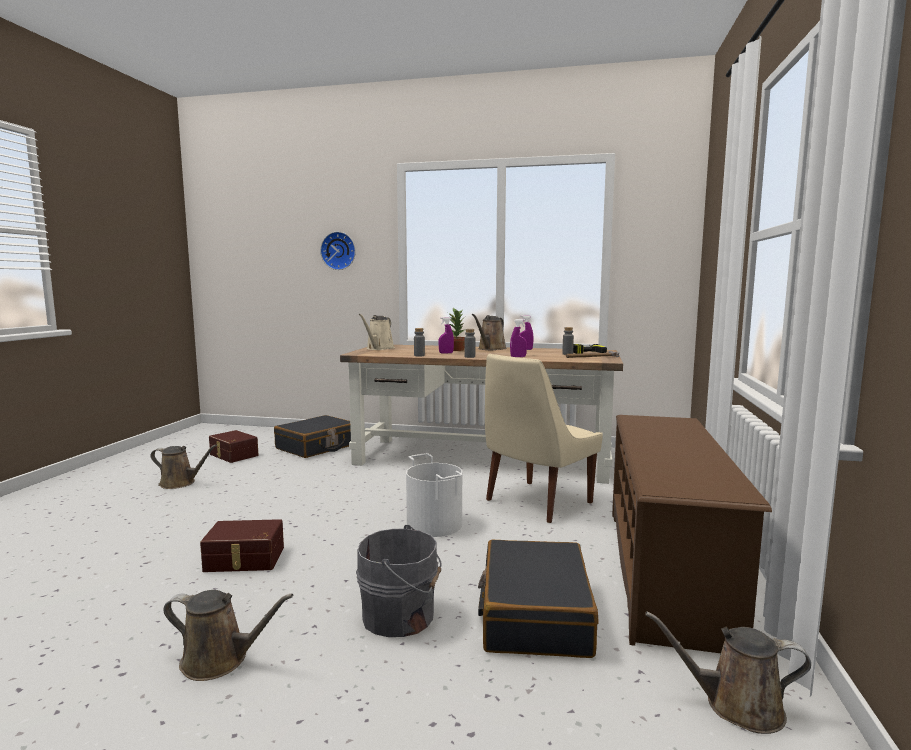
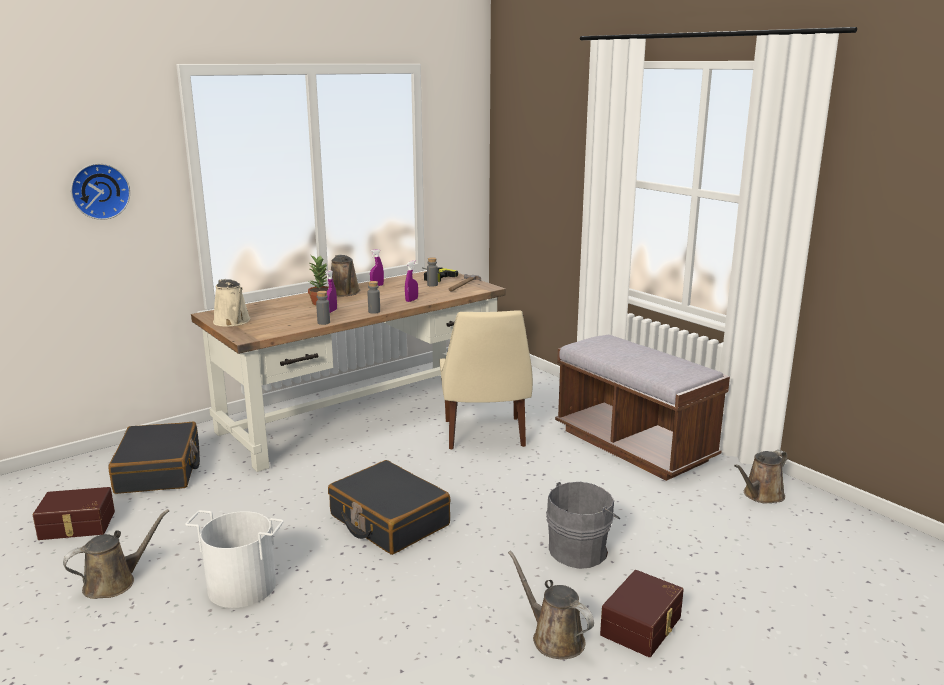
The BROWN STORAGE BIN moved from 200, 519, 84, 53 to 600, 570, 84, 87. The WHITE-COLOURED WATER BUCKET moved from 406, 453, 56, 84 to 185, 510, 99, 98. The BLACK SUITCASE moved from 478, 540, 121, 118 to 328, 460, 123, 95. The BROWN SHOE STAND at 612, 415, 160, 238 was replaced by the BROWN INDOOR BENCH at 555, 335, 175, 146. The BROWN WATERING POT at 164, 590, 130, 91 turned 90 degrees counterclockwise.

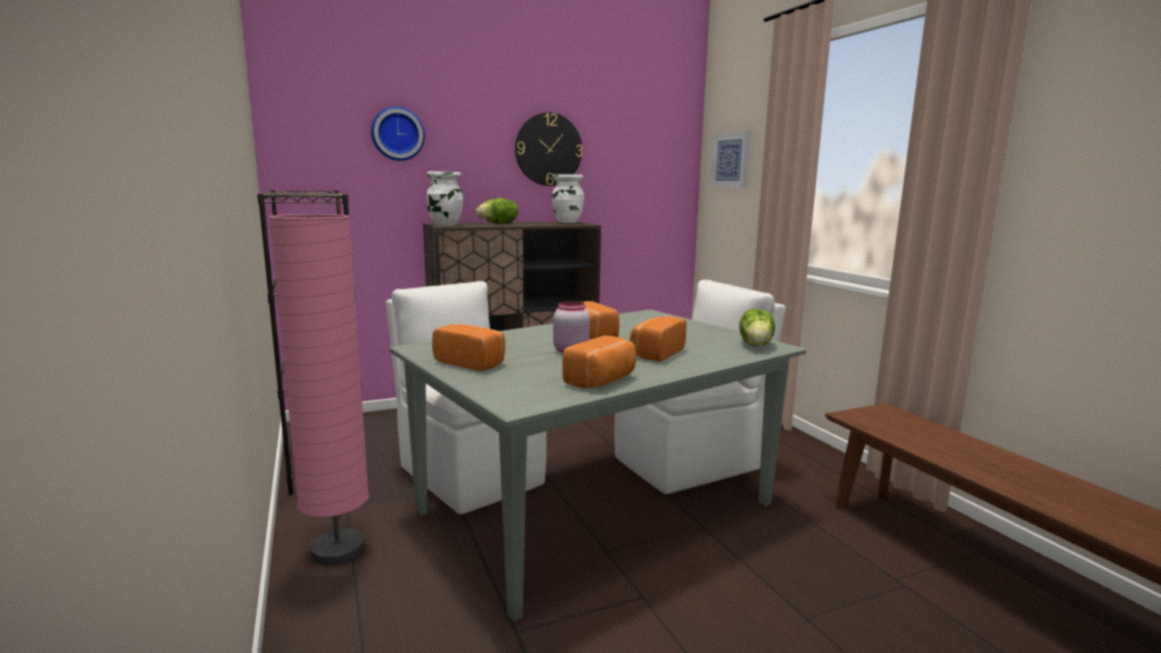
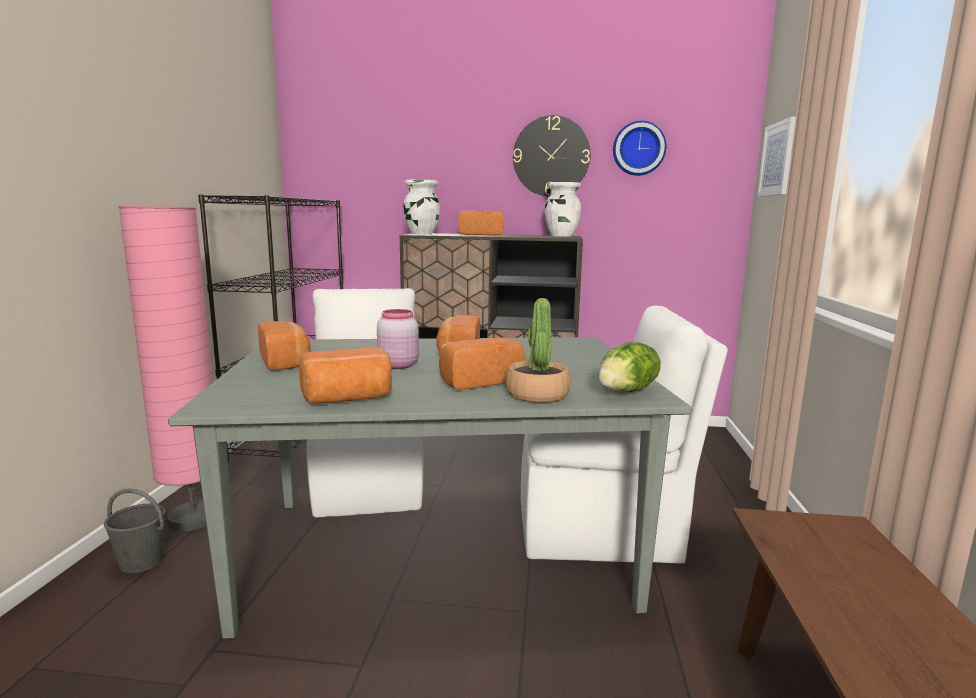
The GREYISH WATER BUCKET at 104, 488, 62, 85 appeared. The POTTED PLANT at 505, 298, 66, 105 appeared. The HANGING CLOCK moved from 371, 107, 54, 54 to 613, 121, 53, 55. The HEAD OF LETTUCE at 476, 198, 42, 26 was replaced by the BAKED BREAD at 458, 210, 46, 25.

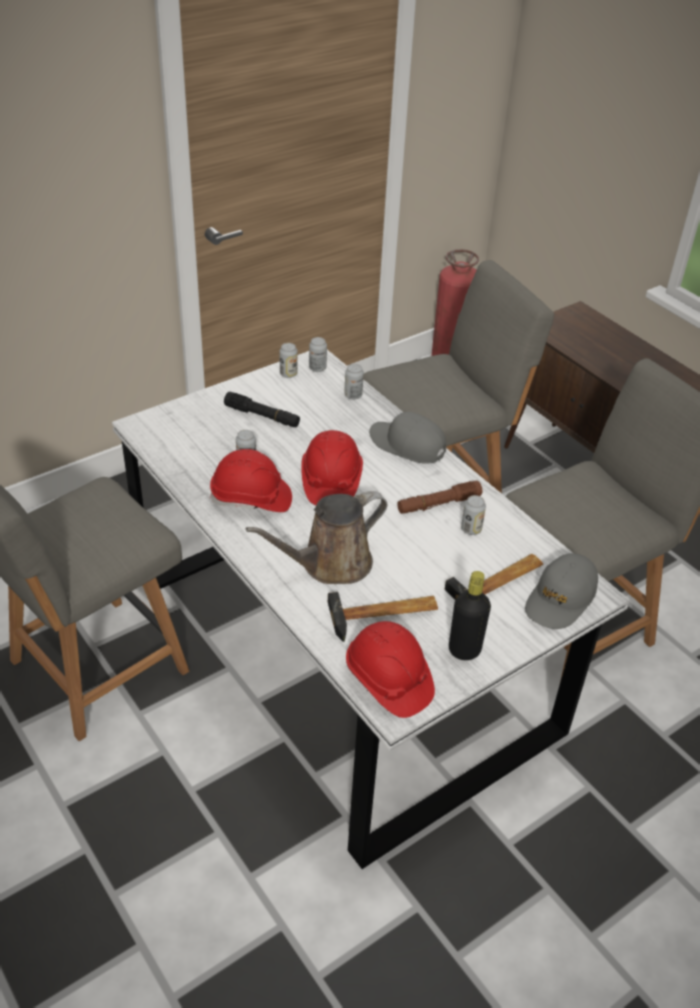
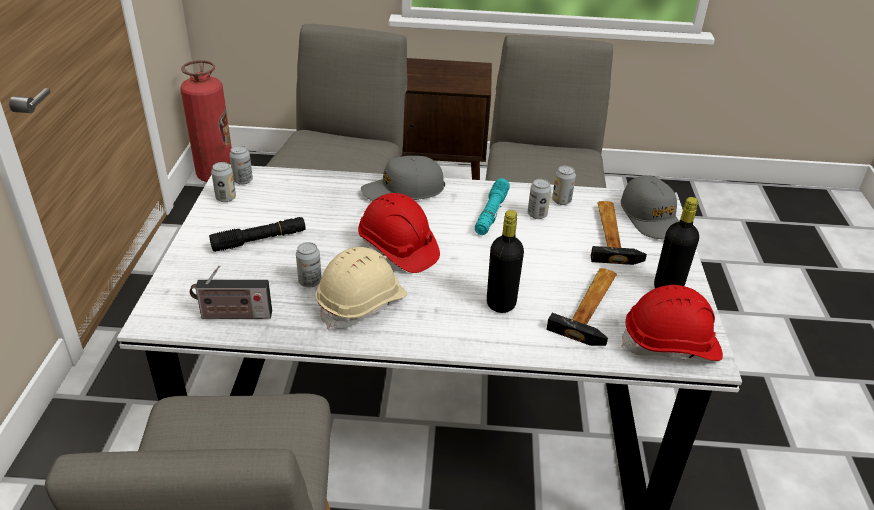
The RADIO at 190, 265, 82, 54 appeared. The METAL CAN moved from 344, 364, 20, 36 to 552, 166, 24, 39. The BROWN WATERING POT at 246, 491, 142, 93 was replaced by the BLACK BOTTLE at 487, 210, 37, 103. The REDDISH HARD HAT at 210, 449, 82, 63 became the BEIGE HARD HAT at 316, 247, 91, 83. The BROWN TORCH at 397, 481, 85, 33 became the TURQUOISE-COLOURED TORCH at 475, 178, 35, 57.

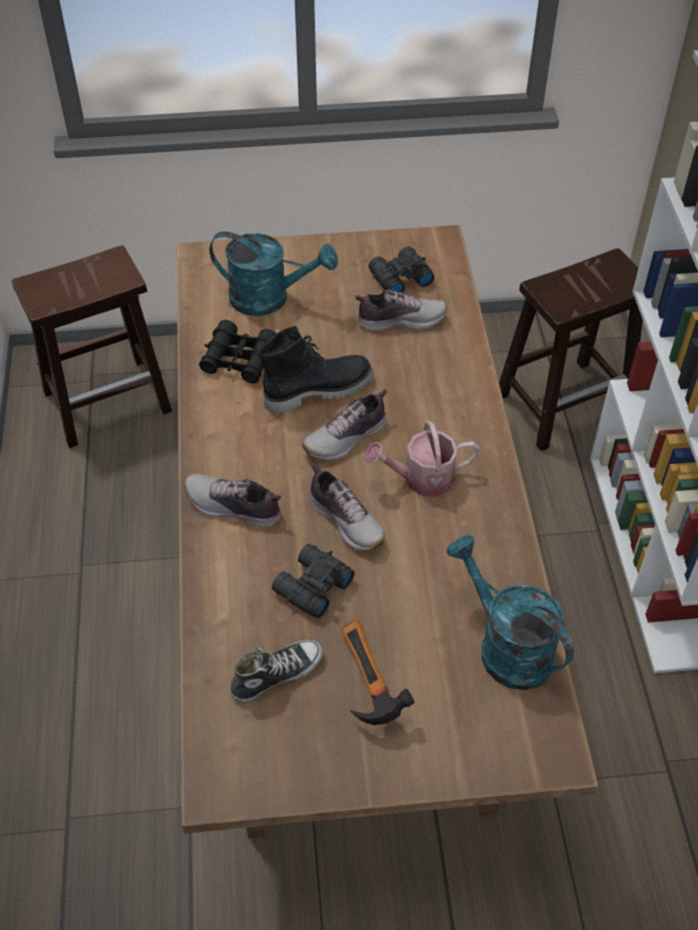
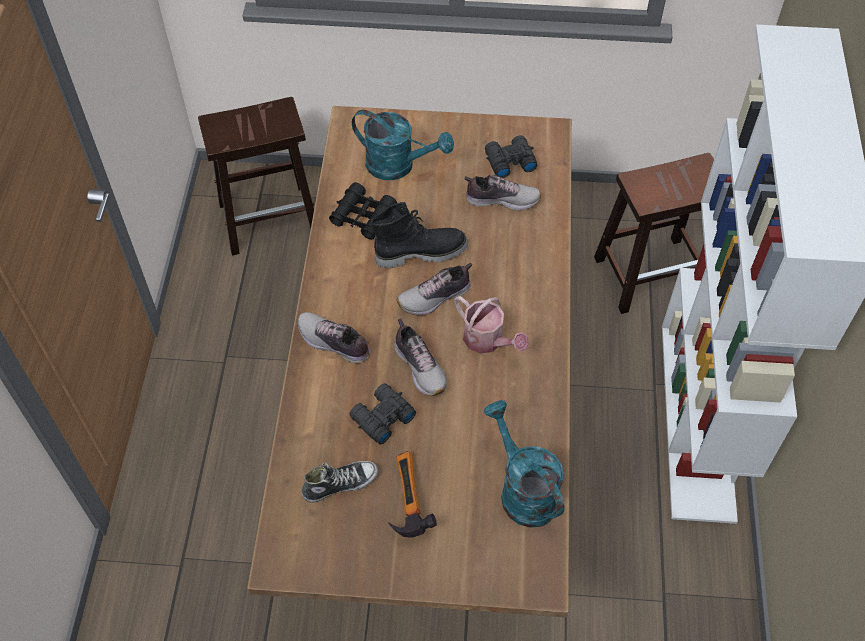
The WATERING POT at 364, 421, 116, 76 turned 135 degrees counterclockwise.

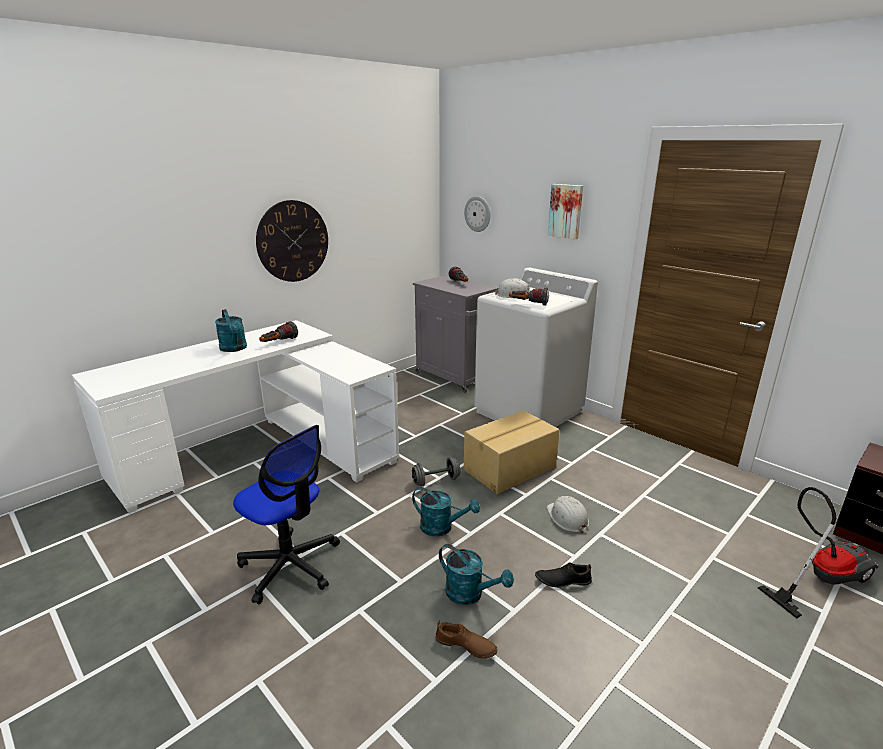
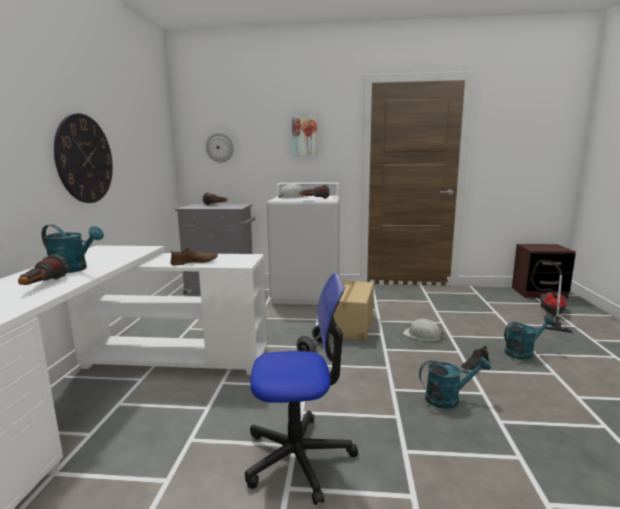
The TORCH moved from 259, 321, 39, 21 to 18, 254, 50, 31. The TURQUOISE-COLOURED WATERING POT moved from 412, 487, 68, 49 to 504, 316, 51, 44. The BROWN SHOE moved from 435, 621, 62, 38 to 170, 248, 48, 17.

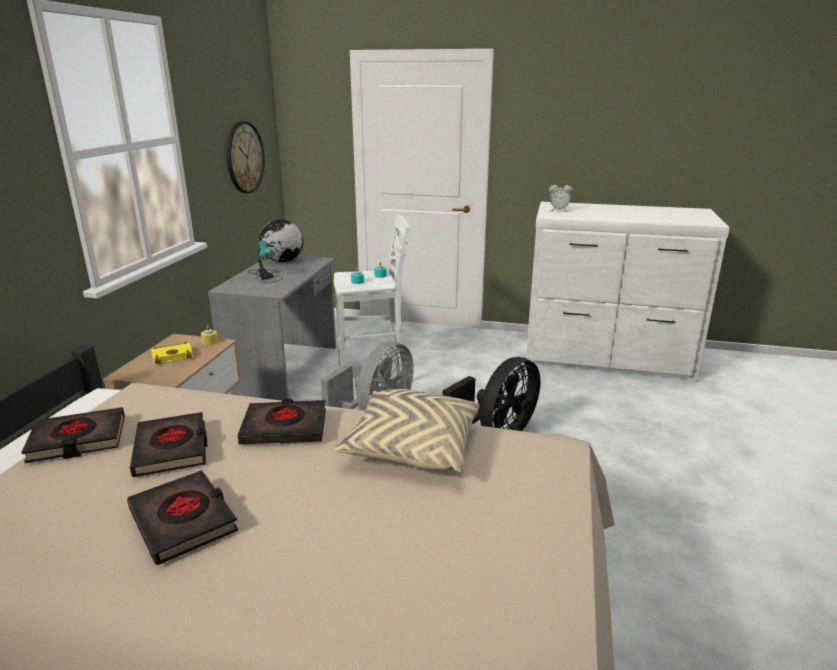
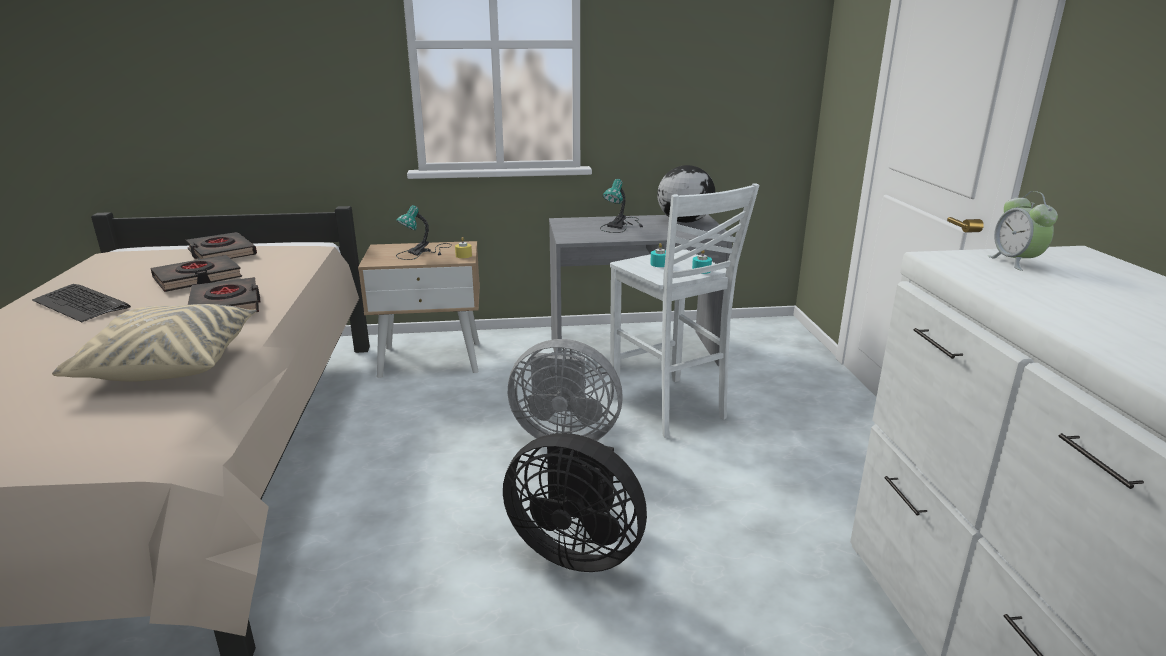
The HANGING CLOCK at 226, 121, 39, 72 disappeared. The BLACK BOUND BOOK at 127, 470, 111, 95 was replaced by the COMPUTER KEYBOARD at 32, 284, 99, 38. The YELLOWISH BOUND BOOK at 151, 342, 42, 23 was replaced by the LAMP FOR A TABLE at 396, 205, 56, 55.

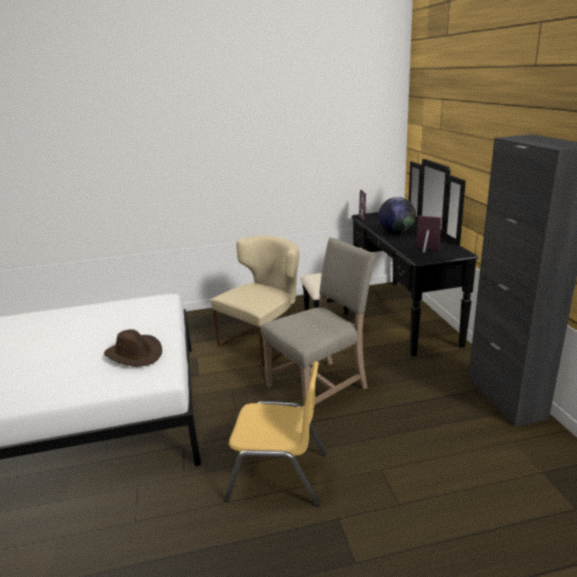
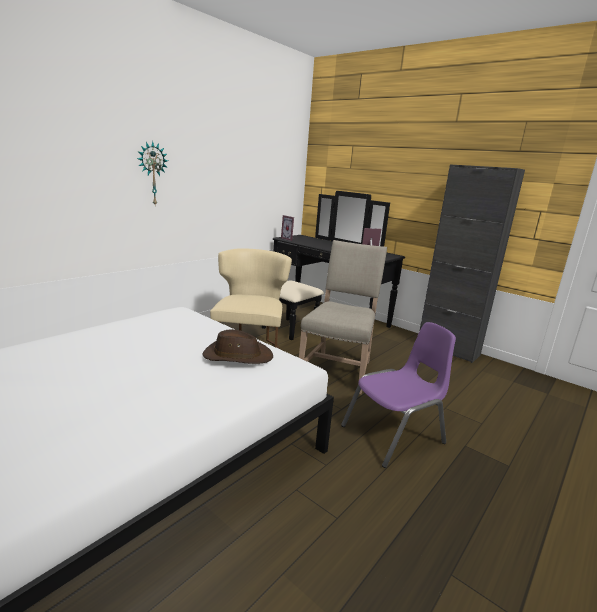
The GLOBE at 378, 197, 38, 38 disappeared. The HANGING CLOCK at 137, 141, 31, 64 appeared. The YELLOWISH PLAIN CHAIR at 224, 361, 102, 146 became the PURPLE-COLOURED PLAIN CHAIR at 341, 322, 115, 146.

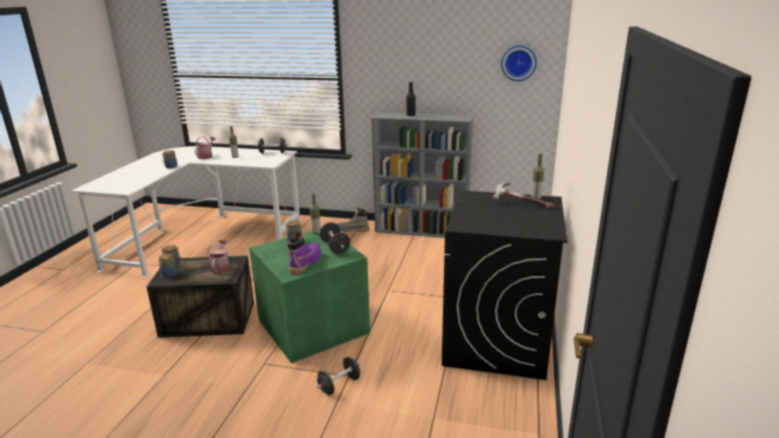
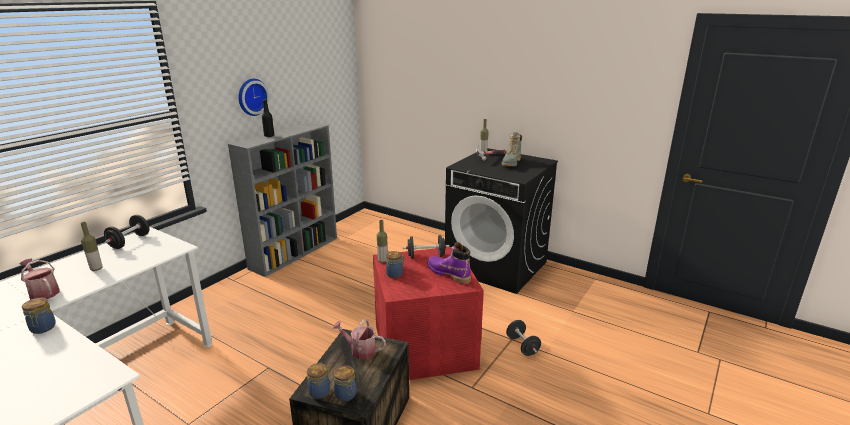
The GREYISH BOOT moved from 337, 207, 32, 25 to 502, 132, 20, 34. The HANGING CLOCK moved from 501, 45, 36, 36 to 238, 79, 32, 37. The GREEN STORAGE BIN at 249, 231, 121, 132 became the REDDISH STORAGE BIN at 373, 247, 111, 133.

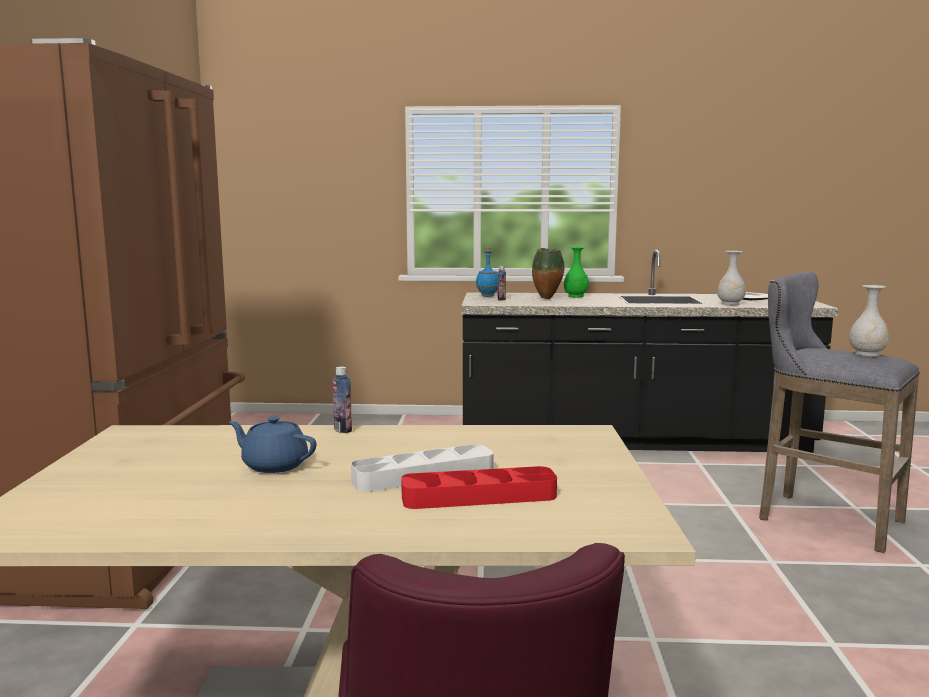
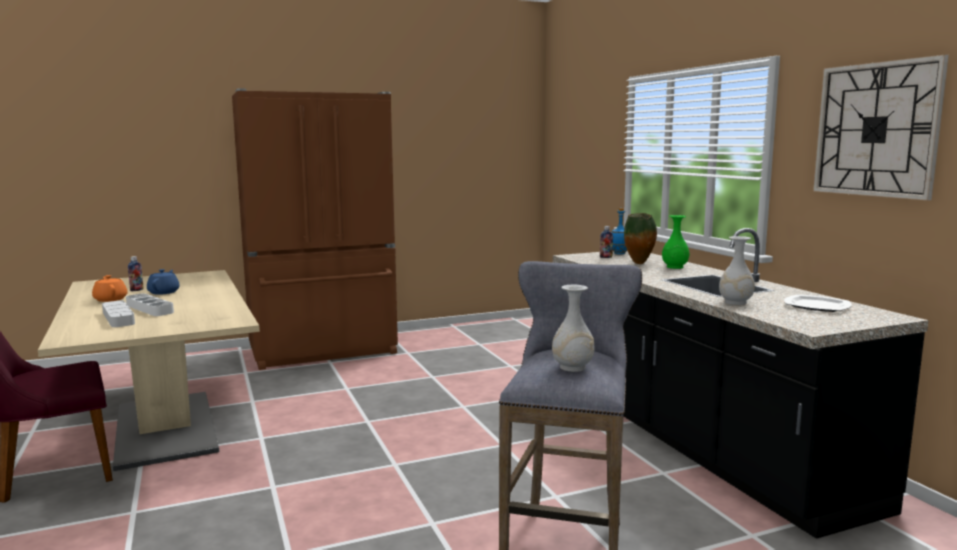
The ORANGE TEA POT at 92, 275, 36, 27 appeared. The HANGING CLOCK at 813, 55, 136, 145 appeared. The BOTTLE moved from 332, 367, 20, 66 to 128, 256, 16, 35. The REDDISH TRAY at 401, 466, 156, 43 became the GREYISH TRAY at 102, 301, 33, 26.

